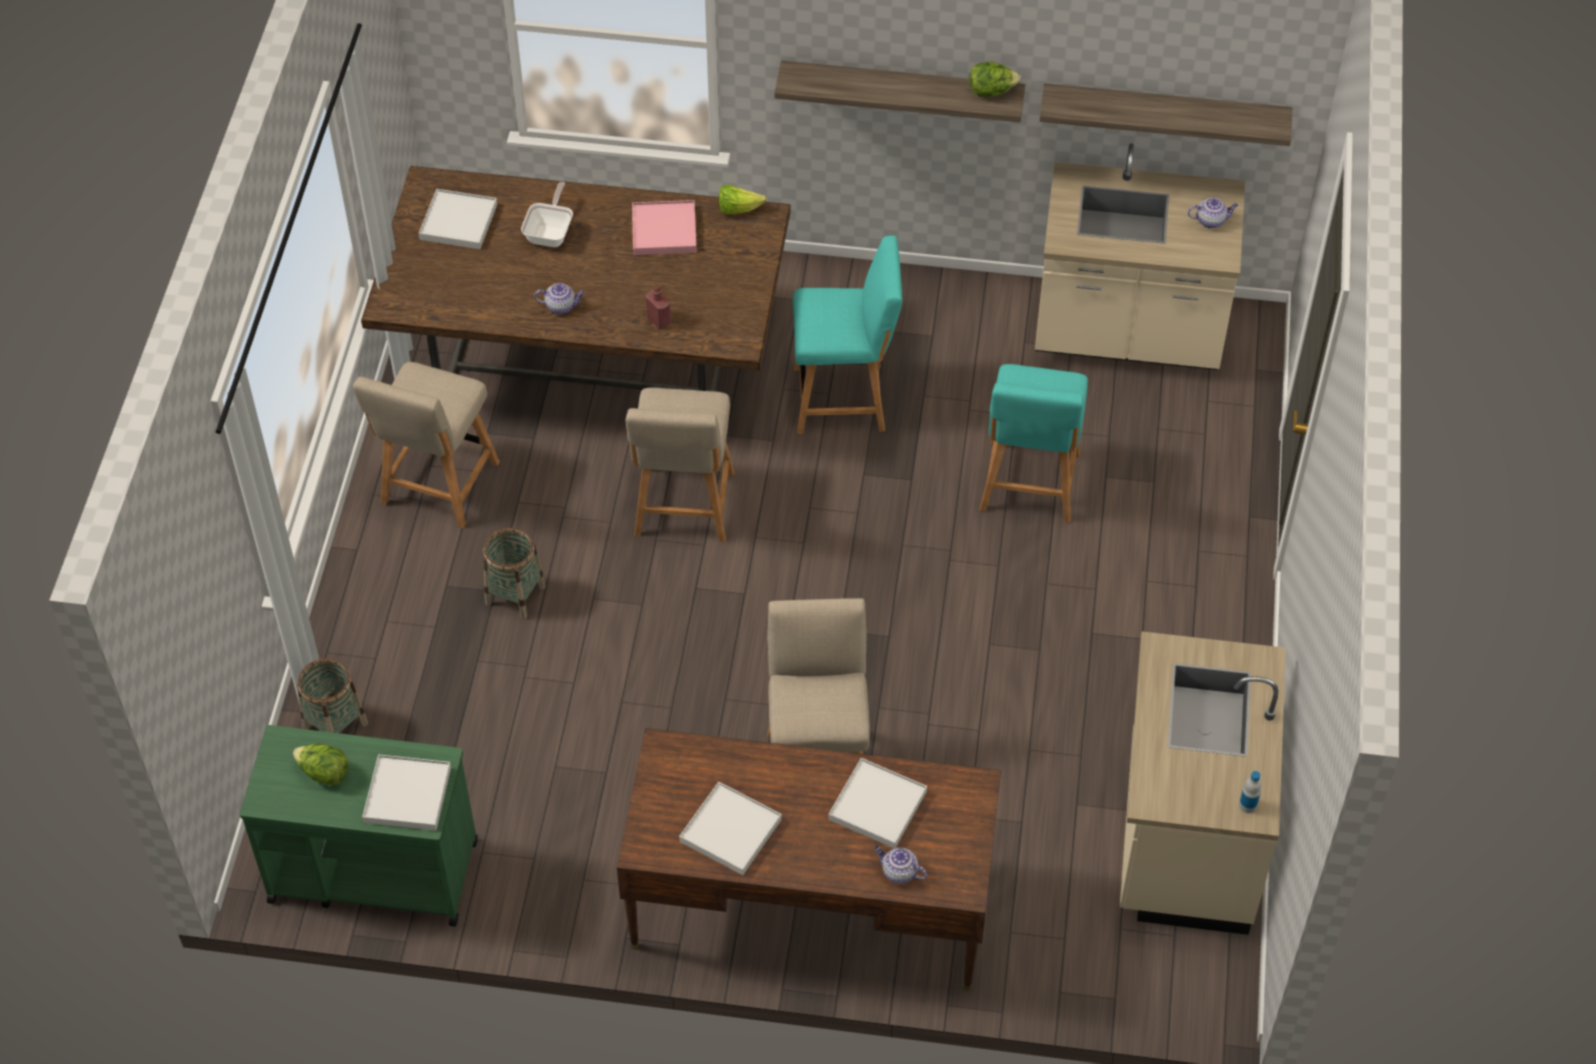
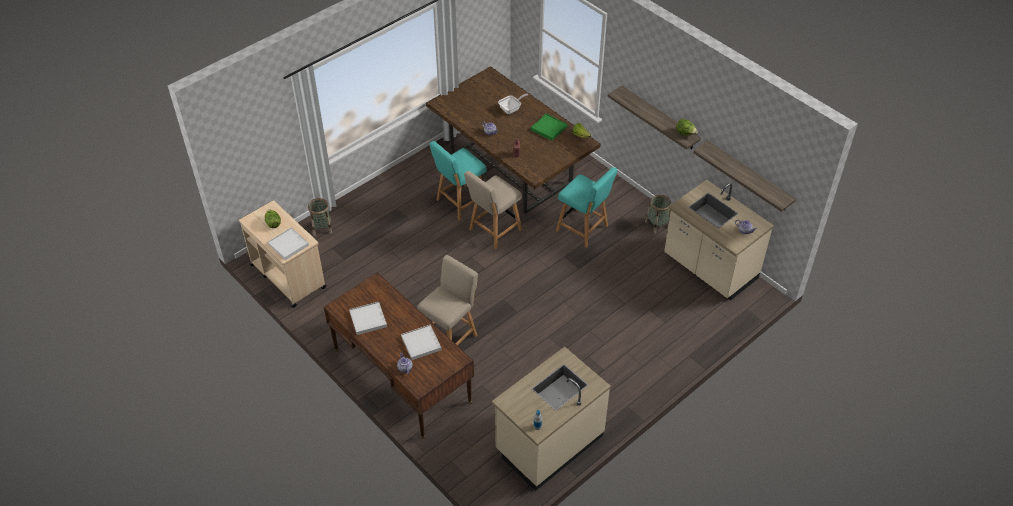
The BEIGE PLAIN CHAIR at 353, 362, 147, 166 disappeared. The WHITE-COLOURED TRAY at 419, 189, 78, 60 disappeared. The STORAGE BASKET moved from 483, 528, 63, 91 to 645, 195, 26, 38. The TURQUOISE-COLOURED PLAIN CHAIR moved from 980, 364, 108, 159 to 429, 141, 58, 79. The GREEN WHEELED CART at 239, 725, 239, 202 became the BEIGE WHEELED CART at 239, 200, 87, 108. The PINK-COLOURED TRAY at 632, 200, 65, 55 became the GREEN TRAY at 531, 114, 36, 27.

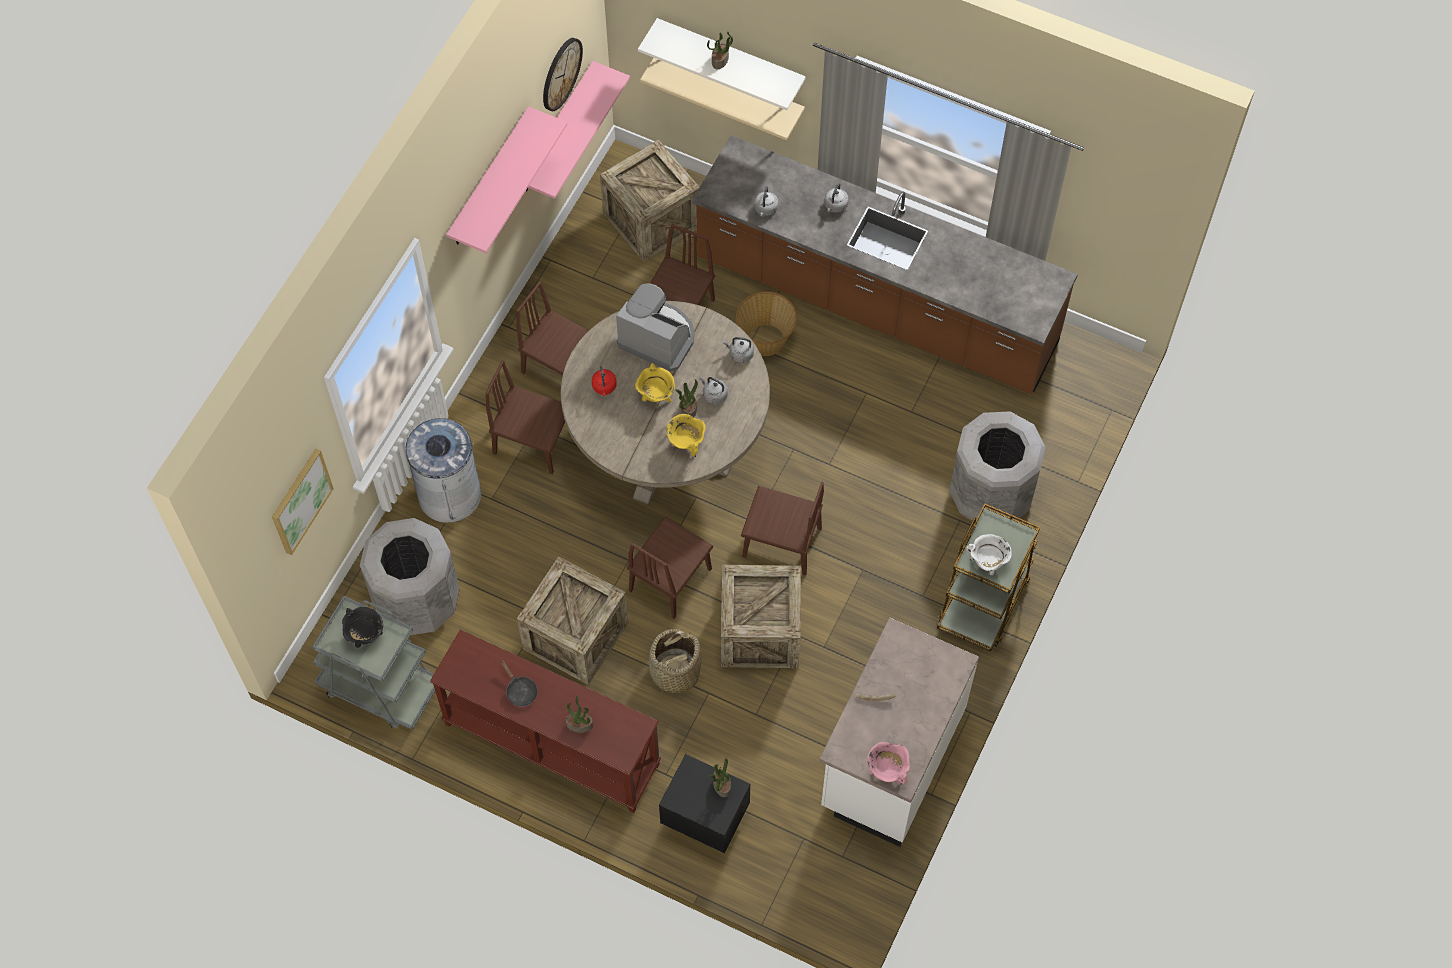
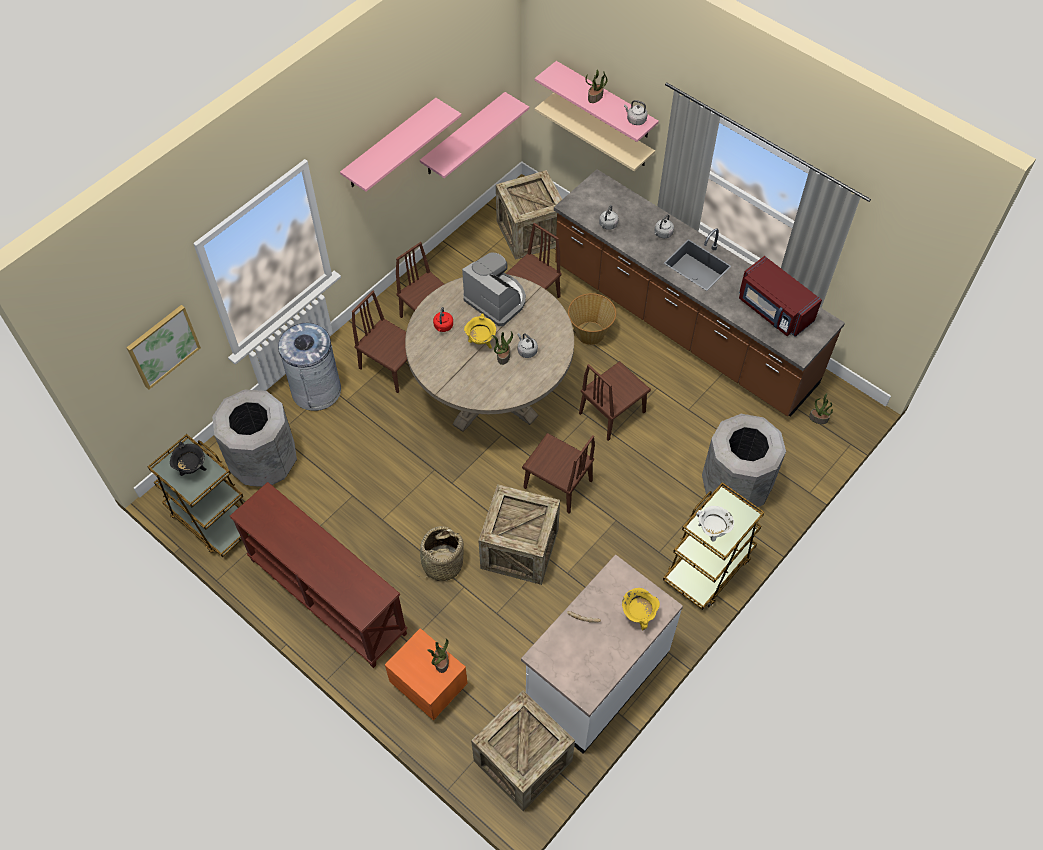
The BLACK PAN at 500, 660, 37, 47 disappeared. The HANGING CLOCK at 543, 38, 40, 73 disappeared. The PINK-COLOURED STOCKPOT at 867, 742, 43, 43 disappeared. The REDDISH MICROWAVE at 739, 256, 83, 81 appeared. The SHIPPING CRATE moved from 517, 556, 111, 129 to 471, 690, 104, 121. The POTTED PLANT moved from 566, 695, 27, 38 to 809, 393, 24, 31. The BROWN PLAIN CHAIR moved from 627, 517, 86, 102 to 579, 361, 72, 80. The YELLOWISH STOCKPOT moved from 666, 414, 40, 43 to 622, 588, 38, 42. The GREYISH TEA KETTLE moved from 723, 337, 31, 26 to 624, 100, 24, 25. The GREYISH WHEELED CART at 312, 596, 123, 134 became the BROWN WHEELED CART at 148, 434, 100, 123. The WHITE-COLOURED SHELF at 638, 18, 168, 92 became the PINK-COLOURED SHELF at 535, 61, 124, 81. The BLACK NIGHT TABLE at 659, 754, 92, 99 became the ORANGE NIGHT TABLE at 385, 628, 83, 92.

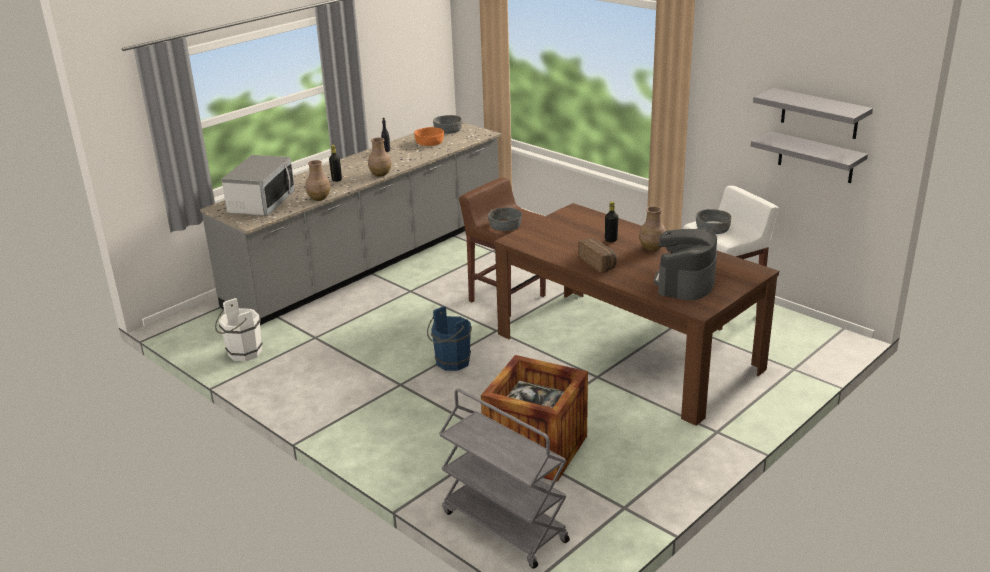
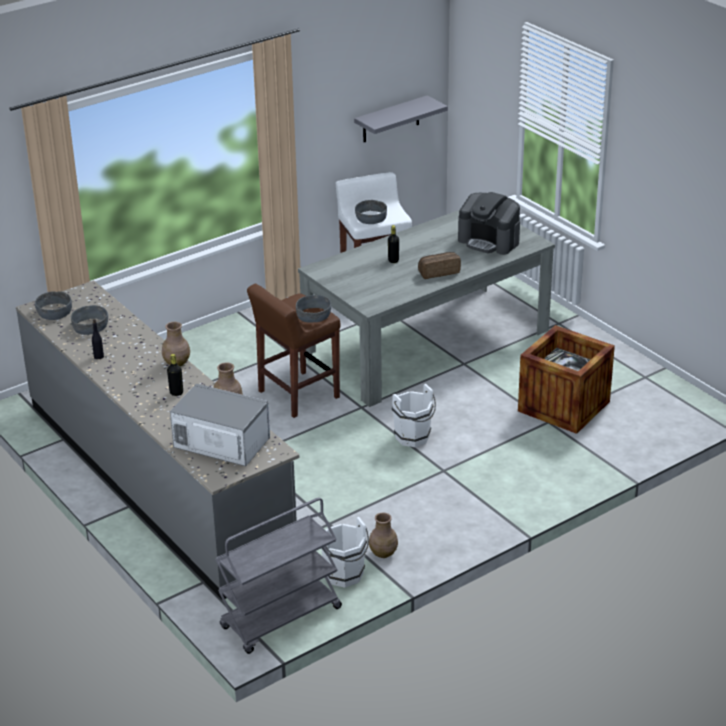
The GREYISH SHELF at 753, 88, 120, 51 disappeared. The GREYISH WHEELED CART moved from 439, 388, 131, 181 to 215, 497, 127, 157. The BROWN DECORATIVE VASE moved from 639, 206, 27, 45 to 369, 512, 29, 46. The ORANGE SERVING BOWL at 414, 127, 30, 19 became the GREYISH SERVING BOWL at 71, 305, 37, 30. The BLUE WATER BUCKET at 427, 306, 45, 65 became the WHITE-COLOURED WATER BUCKET at 392, 384, 44, 63. The BROWN DINNER TABLE at 494, 203, 285, 223 became the GREYISH DINNER TABLE at 298, 210, 257, 197.

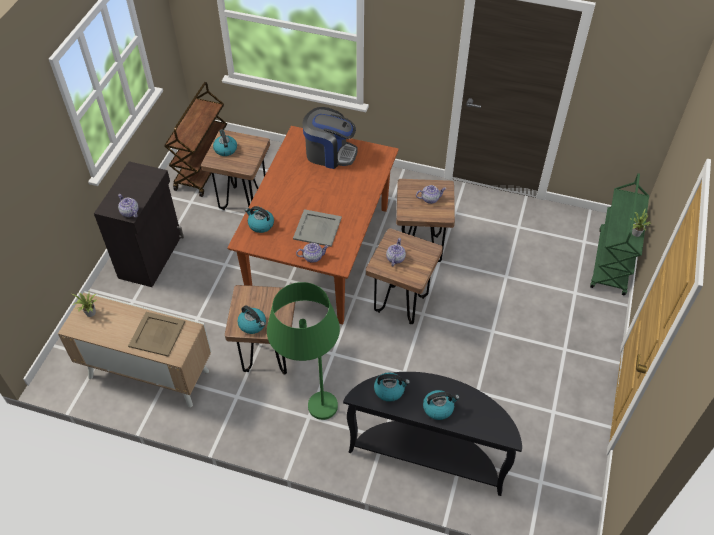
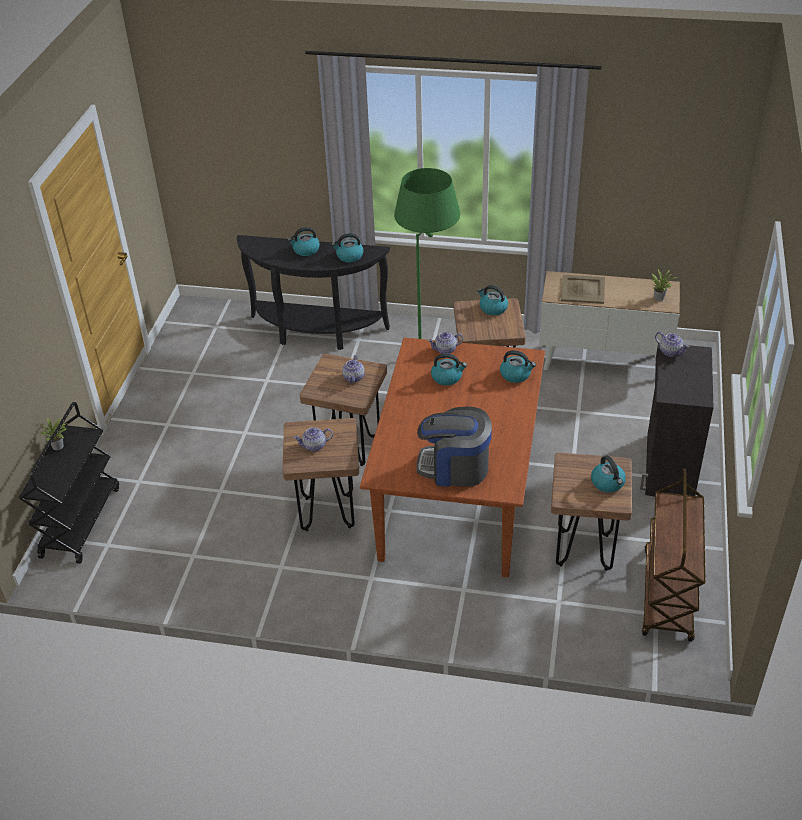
The GREYISH TRAY at 293, 209, 49, 38 was replaced by the TEA KETTLE at 431, 353, 36, 33. The GREEN WHEELED CART at 590, 173, 59, 122 became the BLACK WHEELED CART at 19, 402, 100, 162.

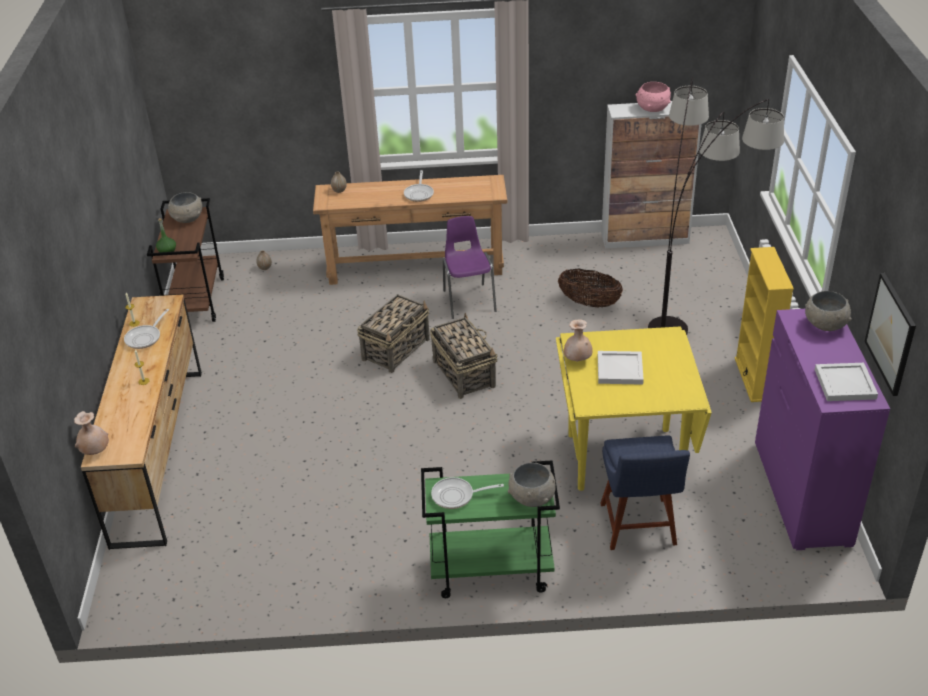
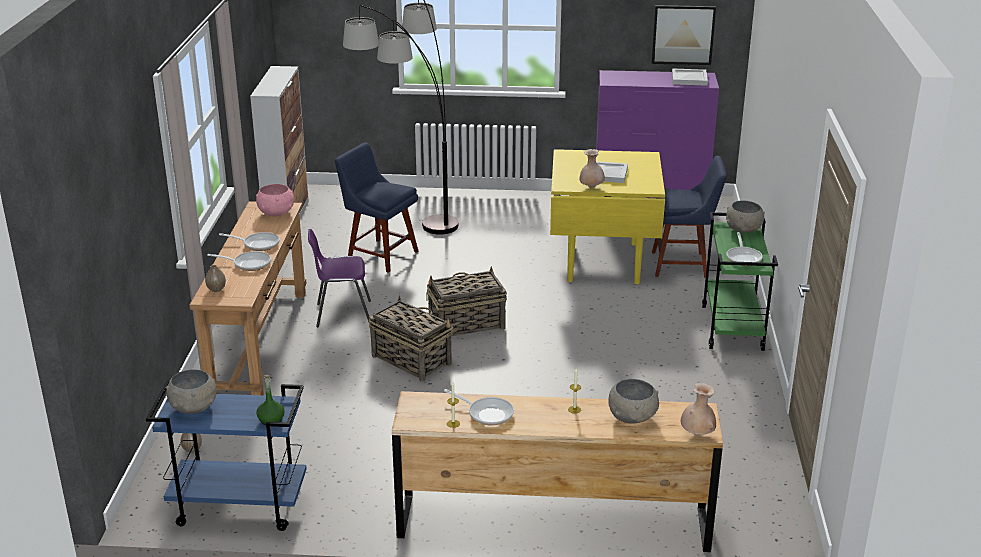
The YELLOWISH BOOKSHELF at 735, 247, 59, 155 disappeared. The PAN at 207, 251, 64, 20 appeared. The PINK-COLOURED SERVING BOWL moved from 635, 82, 36, 30 to 256, 184, 38, 32. The GREYISH SERVING BOWL moved from 805, 291, 47, 40 to 608, 379, 51, 45. The STORAGE BASKET at 558, 268, 65, 39 was replaced by the BLUE PLAIN CHAIR at 335, 143, 84, 130. The BROWN WHEELED CART at 147, 198, 77, 124 became the BLUE WHEELED CART at 146, 380, 161, 151.

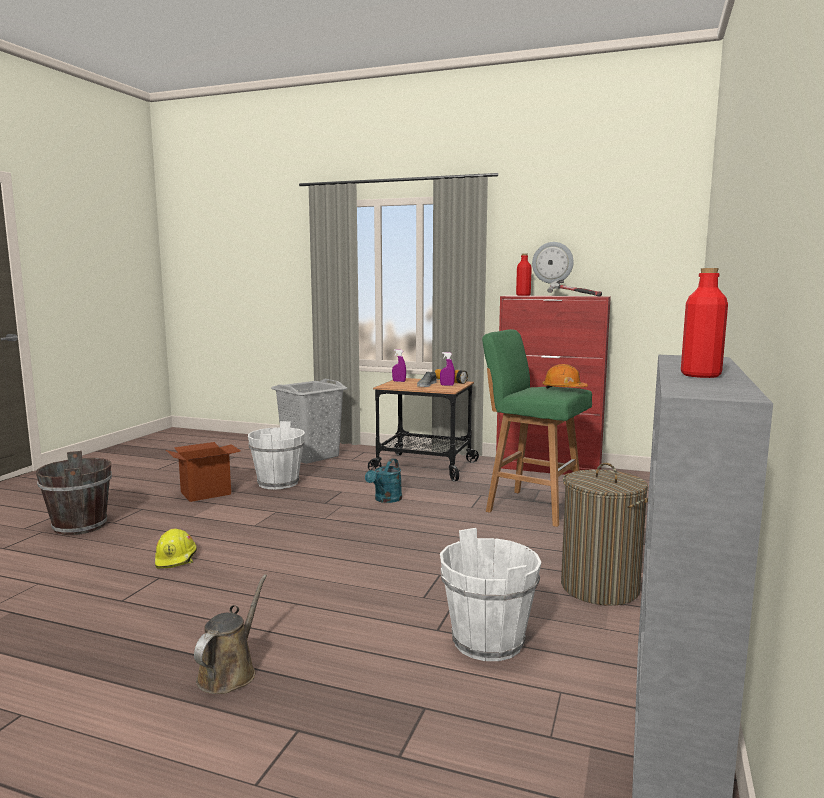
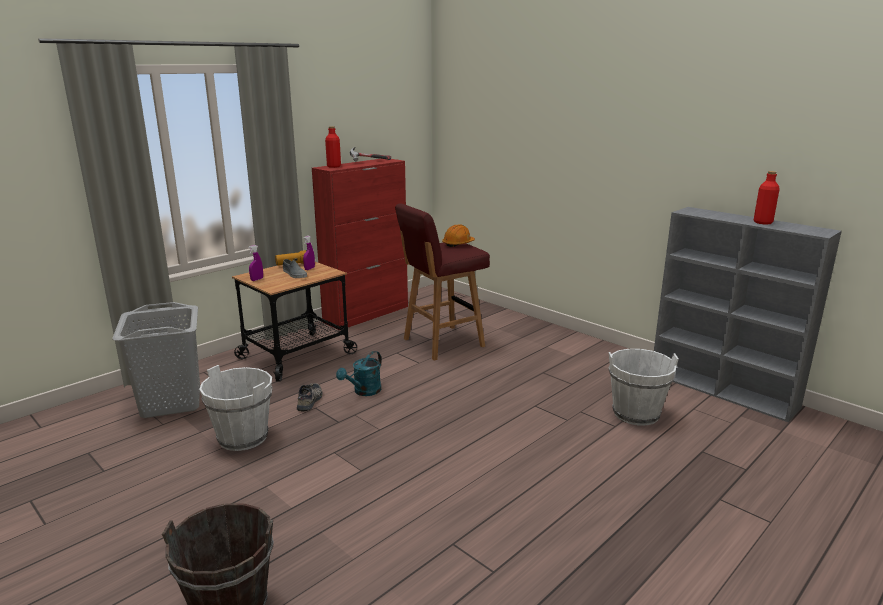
The YELLOWISH HARD HAT at 155, 528, 42, 41 disappeared. The CARDBOARD BOX at 166, 442, 75, 60 disappeared. The BROWN WATERING POT at 194, 574, 73, 120 disappeared. The HANGING CLOCK at 532, 242, 42, 42 disappeared. The WASHING BASKET at 561, 462, 87, 144 disappeared. The SHOE at 297, 383, 26, 29 appeared. The GREEN SITTING STOOL at 482, 329, 110, 198 became the REDDISH SITTING STOOL at 395, 203, 95, 158. The TURQUOISE-COLOURED WATERING POT at 365, 458, 37, 45 turned 75 degrees clockwise.

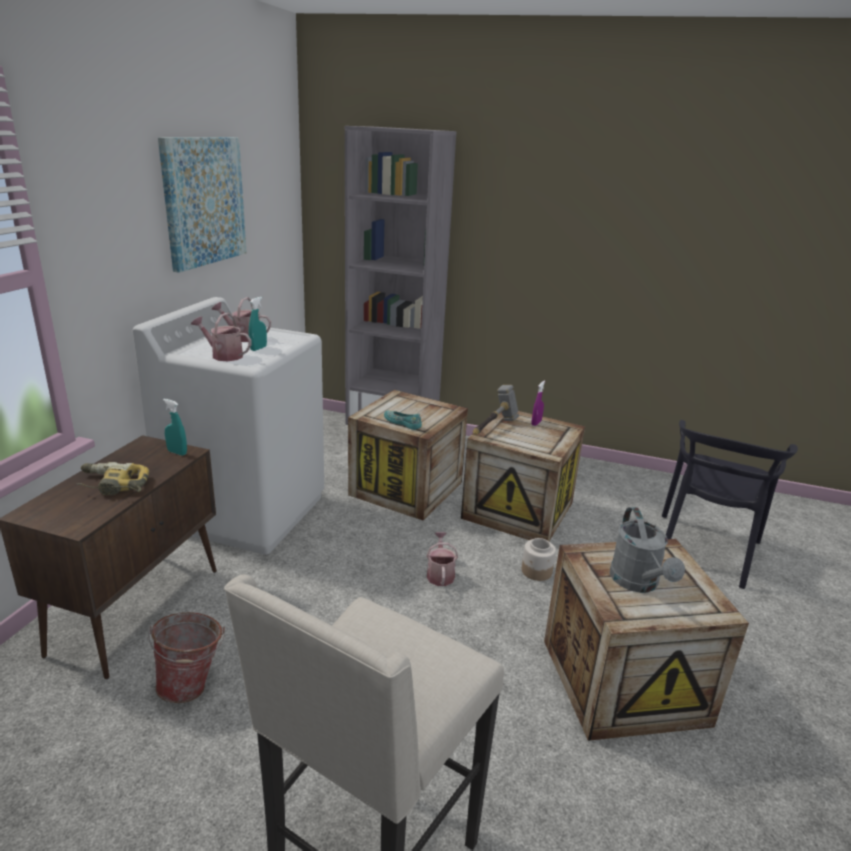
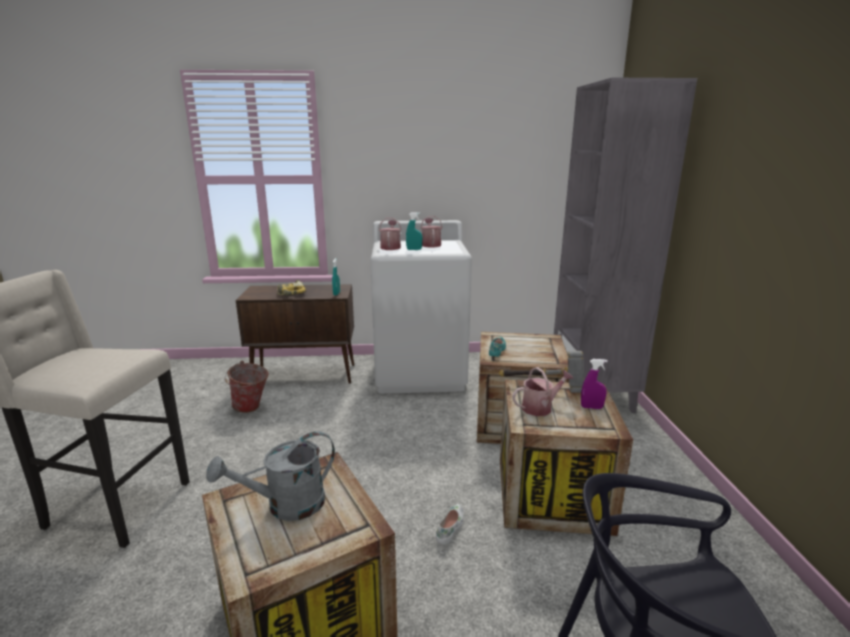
The PICTURE at 158, 137, 89, 136 disappeared. The WATERING POT moved from 426, 532, 32, 54 to 512, 367, 62, 49. The JAR at 522, 538, 34, 43 was replaced by the WHITE-COLOURED SHOE at 436, 504, 28, 41.

